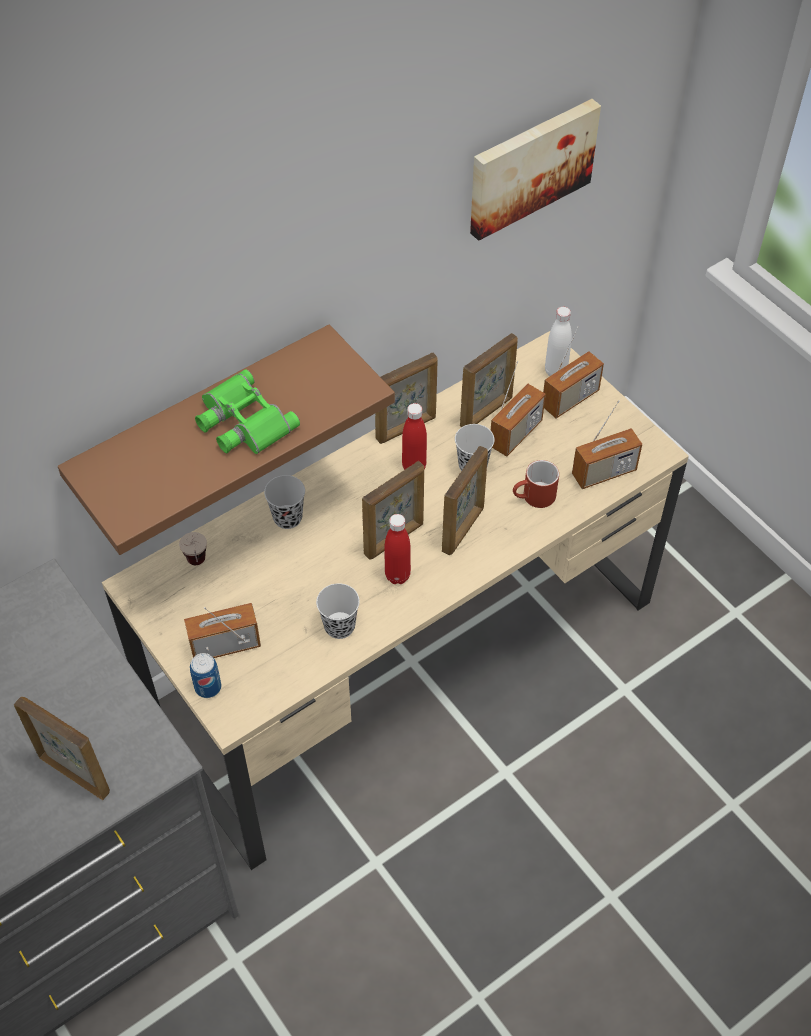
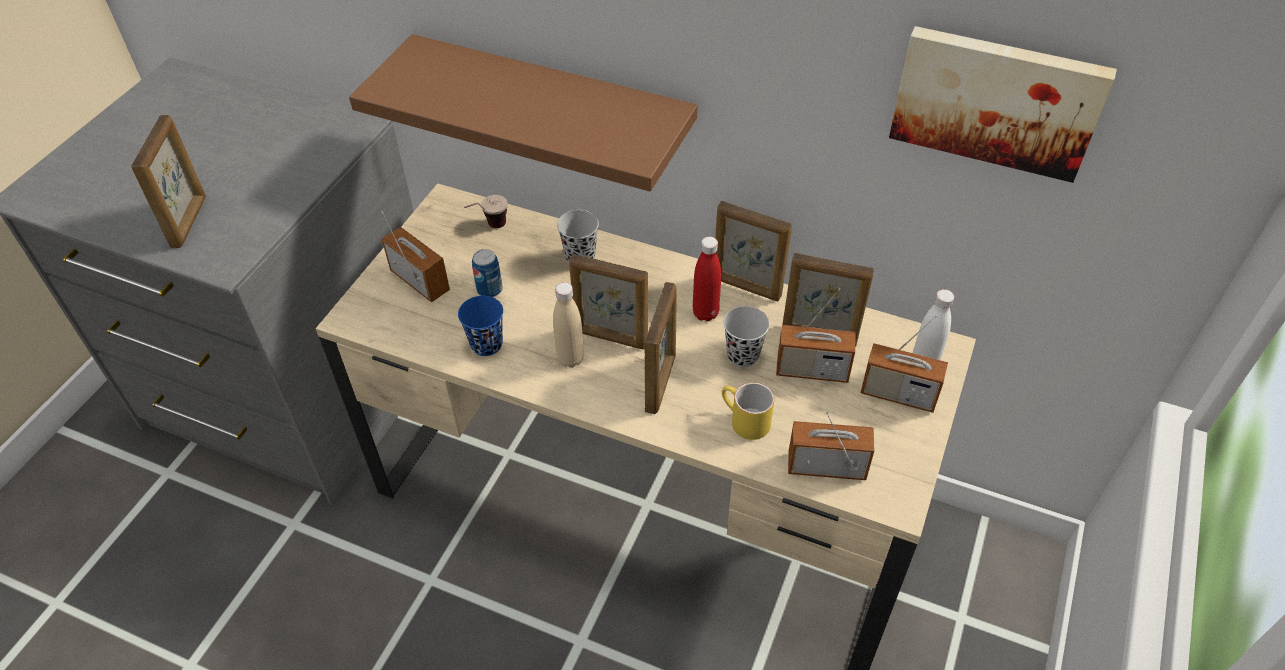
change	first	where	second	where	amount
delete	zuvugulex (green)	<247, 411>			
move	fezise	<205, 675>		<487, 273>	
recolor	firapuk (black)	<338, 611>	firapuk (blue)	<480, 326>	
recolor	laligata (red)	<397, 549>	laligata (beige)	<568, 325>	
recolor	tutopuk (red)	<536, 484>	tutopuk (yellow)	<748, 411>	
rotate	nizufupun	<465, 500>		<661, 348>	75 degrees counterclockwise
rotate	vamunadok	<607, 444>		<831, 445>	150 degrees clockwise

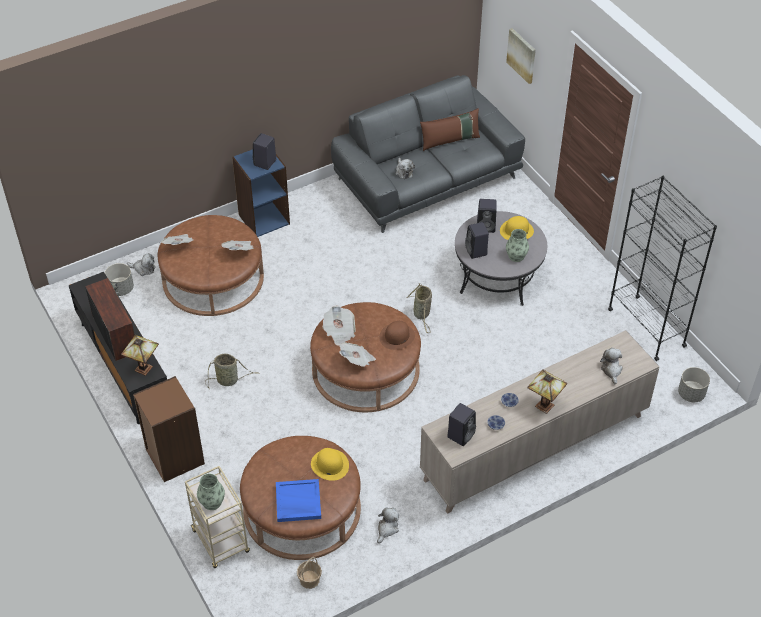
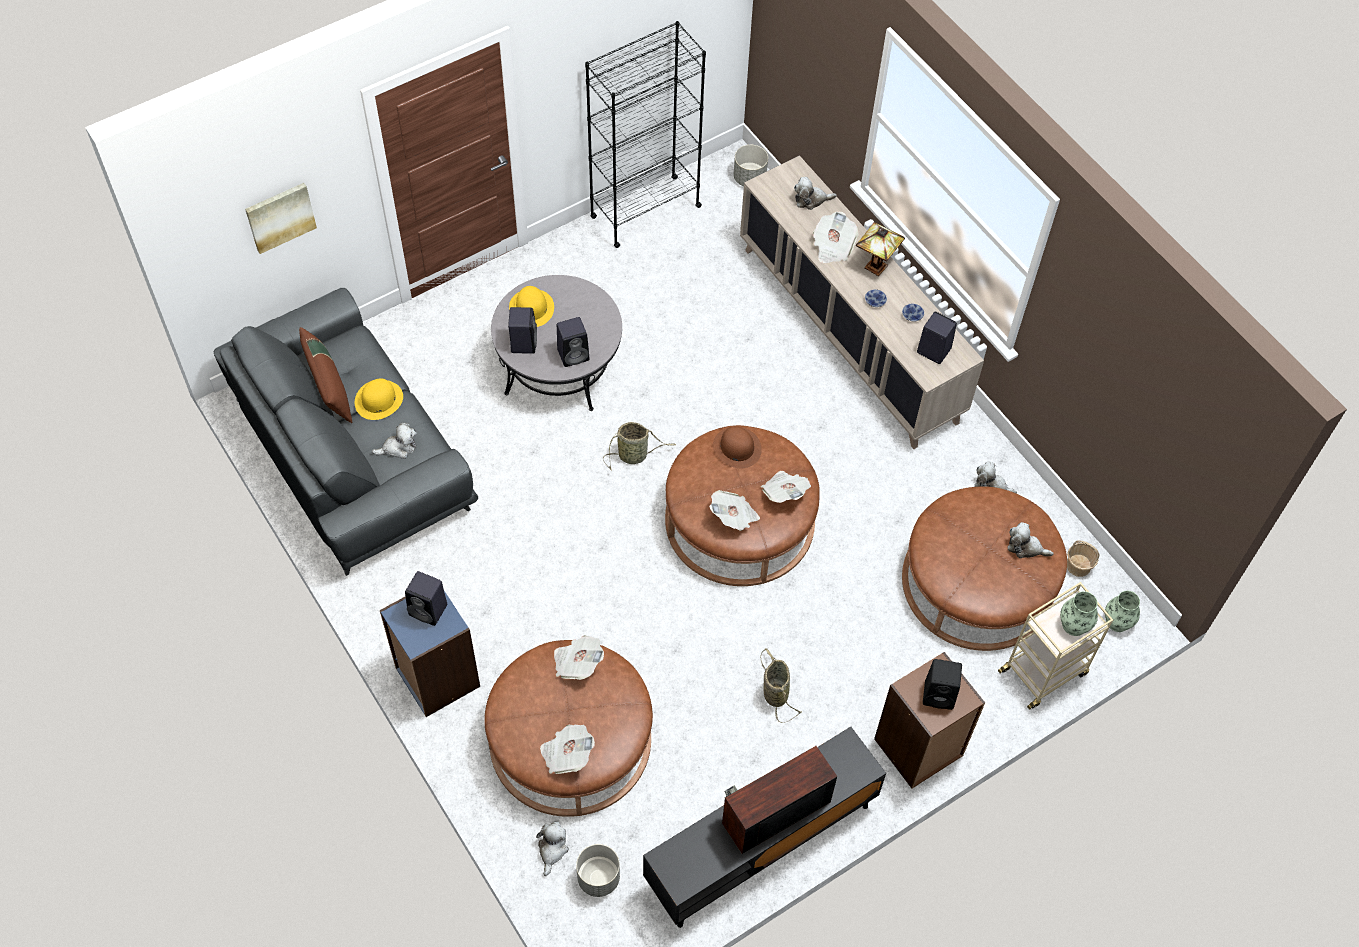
change	first	where	second	where	amount
delete	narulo	<140, 355>			
insert			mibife	<836, 237>	
insert			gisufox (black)	<942, 684>	
move	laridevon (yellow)	<330, 464>		<379, 399>	
move	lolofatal	<517, 245>		<1122, 611>	
replace	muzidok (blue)	<298, 500>	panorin	<1031, 540>	

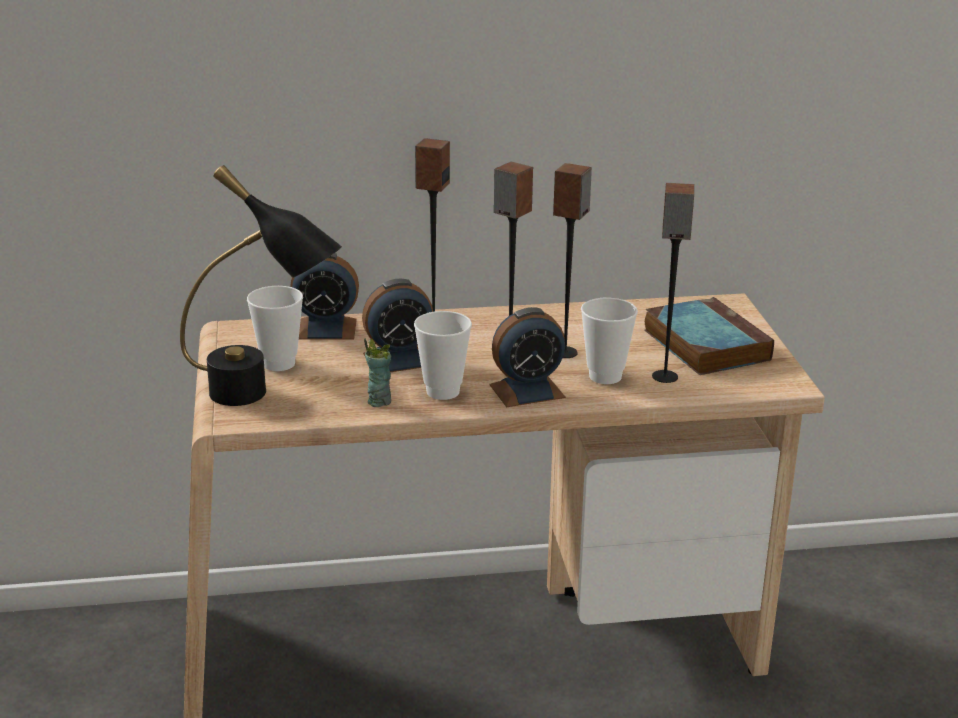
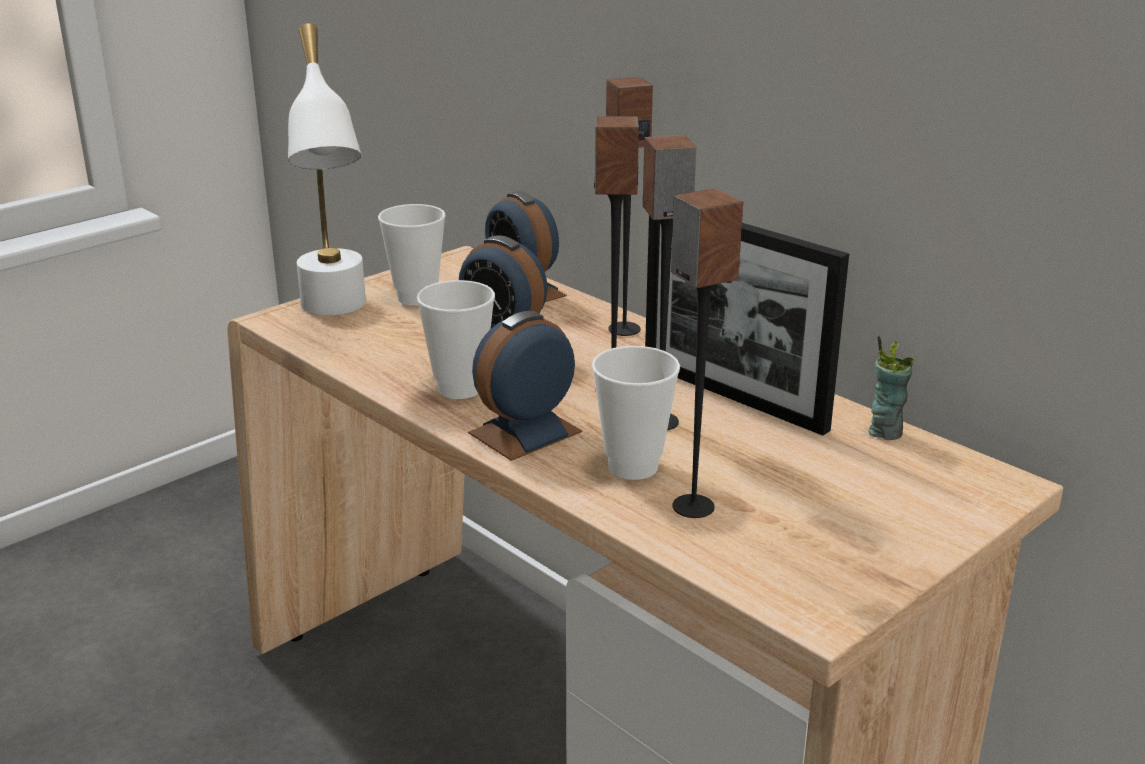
change	first	where	second	where	amount
delete	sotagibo	<709, 336>			
insert			nizufupun	<747, 326>	
move	firapuk	<377, 372>		<891, 387>	
recolor	narulo (black)	<261, 285>	narulo (white)	<327, 169>	
rotate	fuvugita	<527, 357>		<525, 386>	105 degrees clockwise

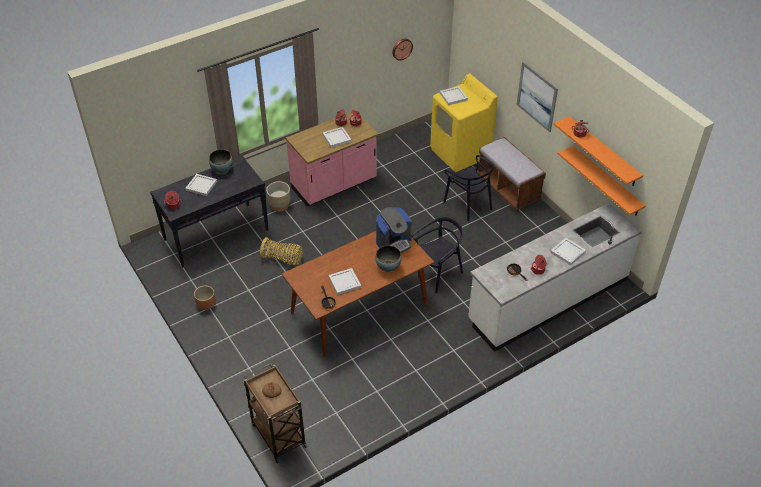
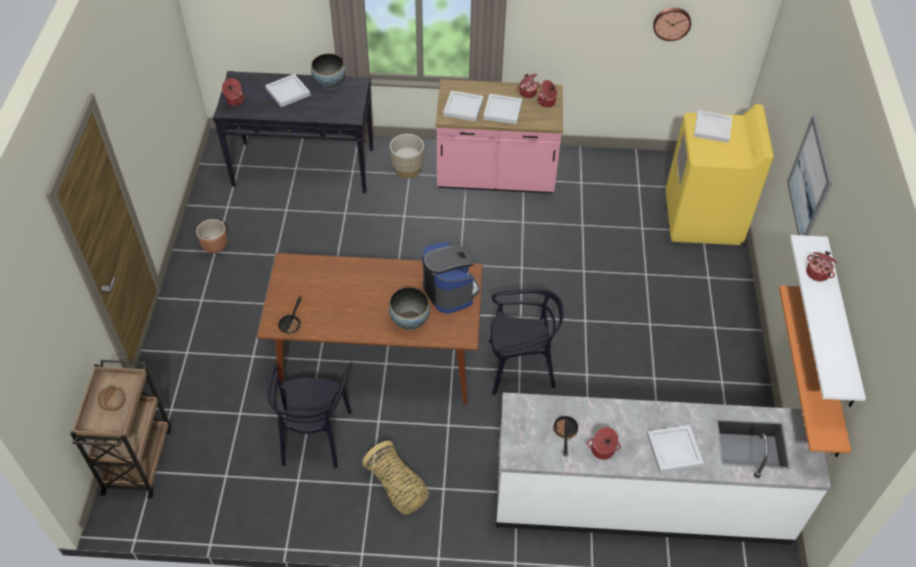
change	first	where	second	where	amount
delete	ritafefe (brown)	<512, 173>			
move	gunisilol	<281, 251>		<395, 478>	
move	muzidok (white)	<345, 281>		<463, 106>	
move	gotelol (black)	<468, 188>		<309, 417>	
recolor	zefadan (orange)	<598, 151>	zefadan (white)	<828, 321>	
rotate	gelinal	<394, 230>		<451, 277>	120 degrees counterclockwise

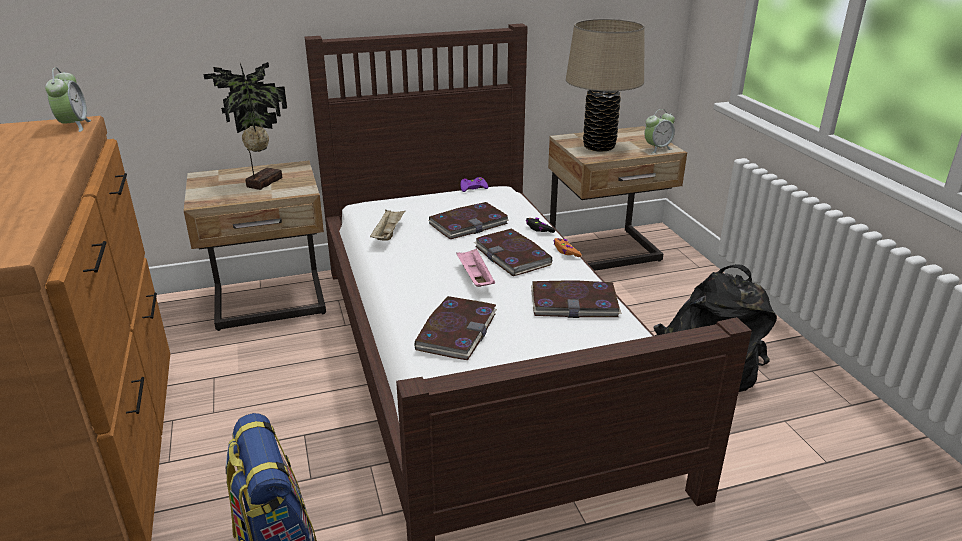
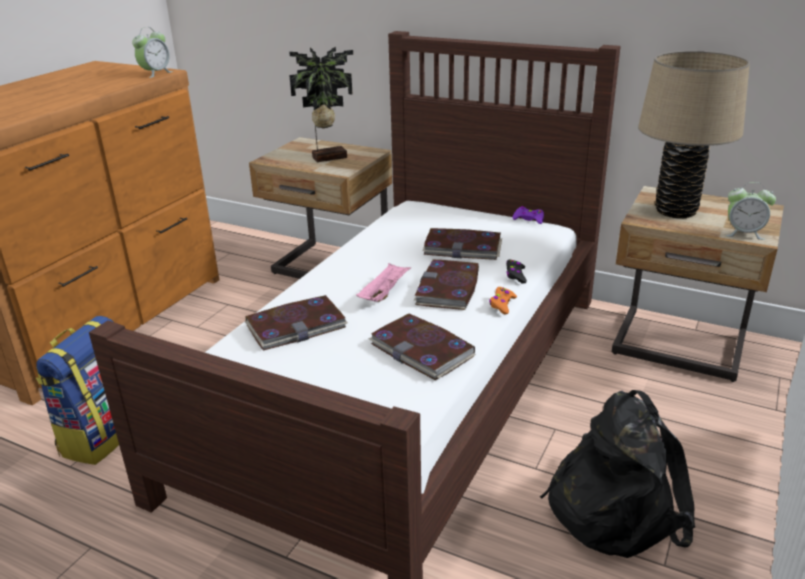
change	first	where	second	where	amount
delete	muzidok (beige)	<388, 225>			

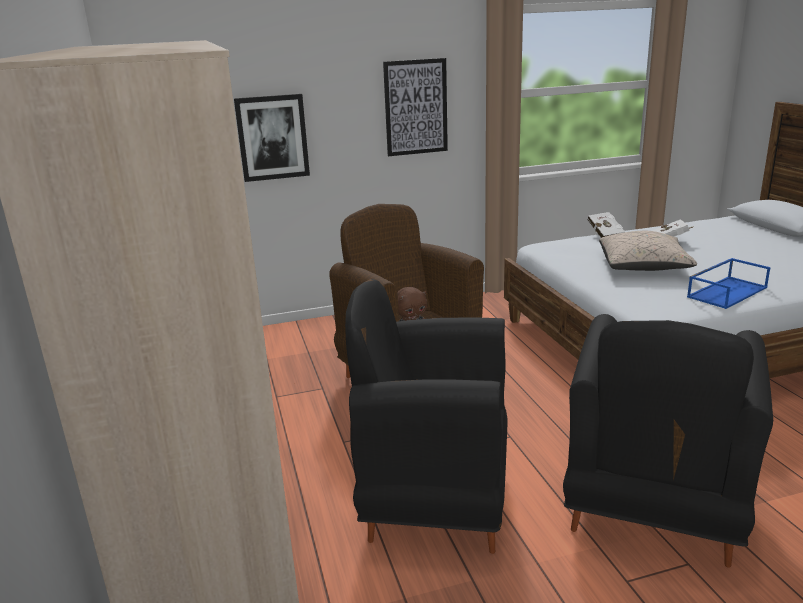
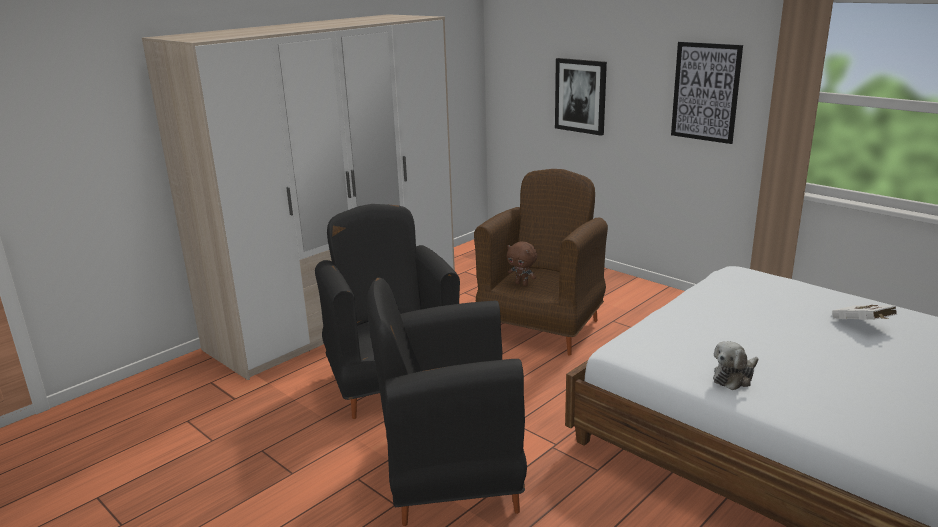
change	first	where	second	where	amount
delete	sotagibo (white)	<606, 225>			
delete	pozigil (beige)	<648, 251>			
replace	muzidok (blue)	<729, 283>	panorin	<735, 365>	

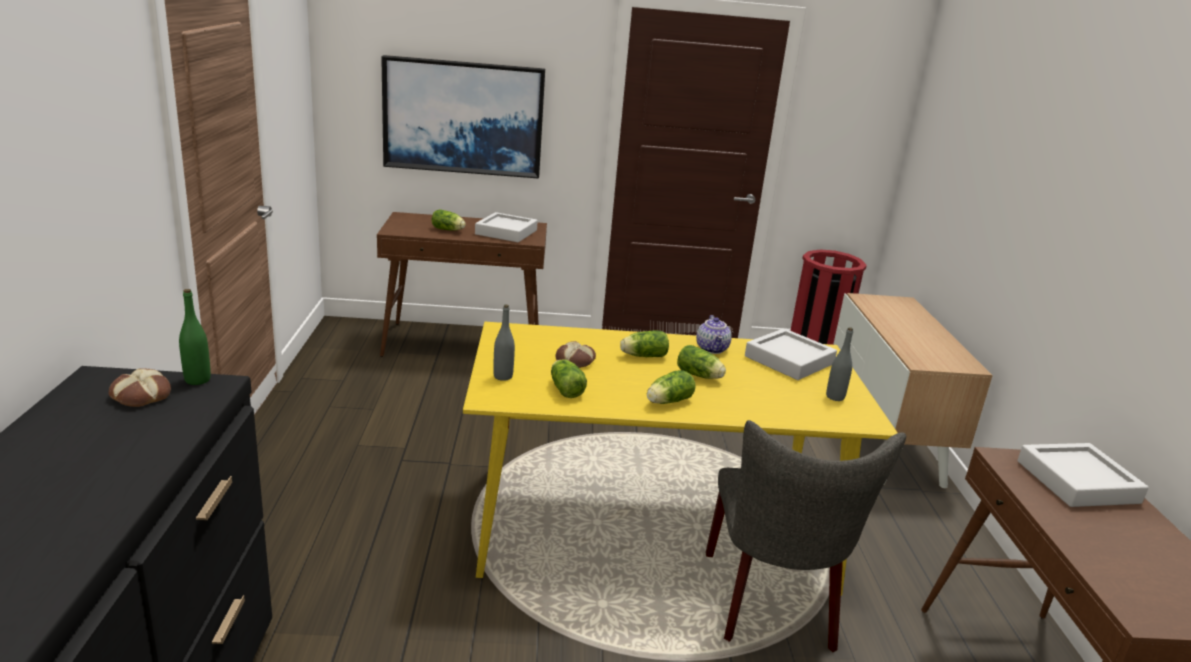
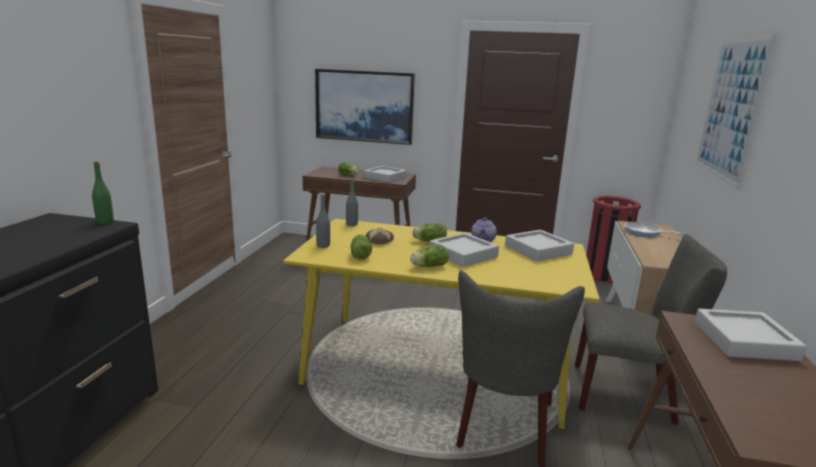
change	first	where	second	where	amount
delete	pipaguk	<139, 388>			
insert			gotelol (grey)	<651, 329>	
insert			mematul	<653, 229>	
insert			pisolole	<737, 112>	
move	laligata (grey)	<839, 364>		<352, 202>	
replace	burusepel	<701, 362>	muzidok (grey)	<464, 249>	

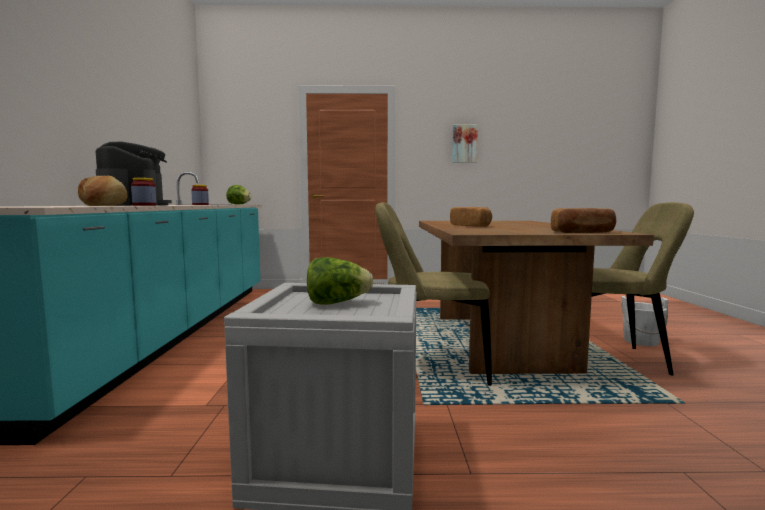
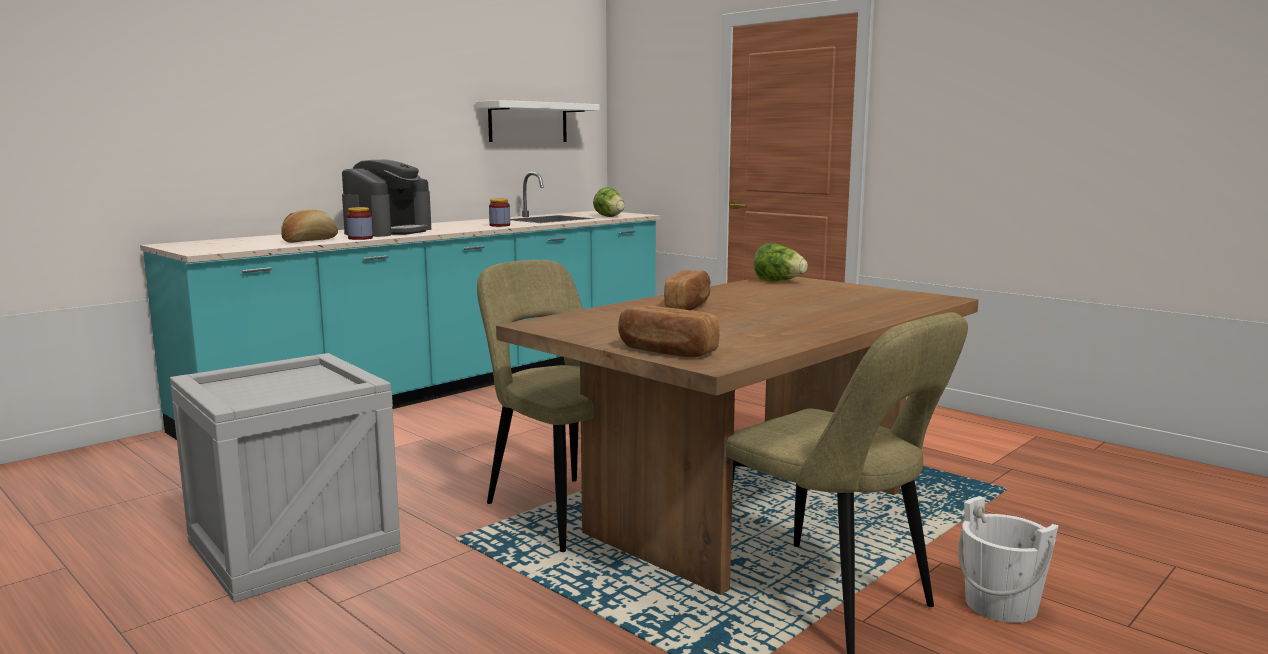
change	first	where	second	where	amount
delete	pisolole	<465, 143>			
insert			zefadan (white)	<538, 121>	
move	burusepel	<340, 281>		<780, 262>	

